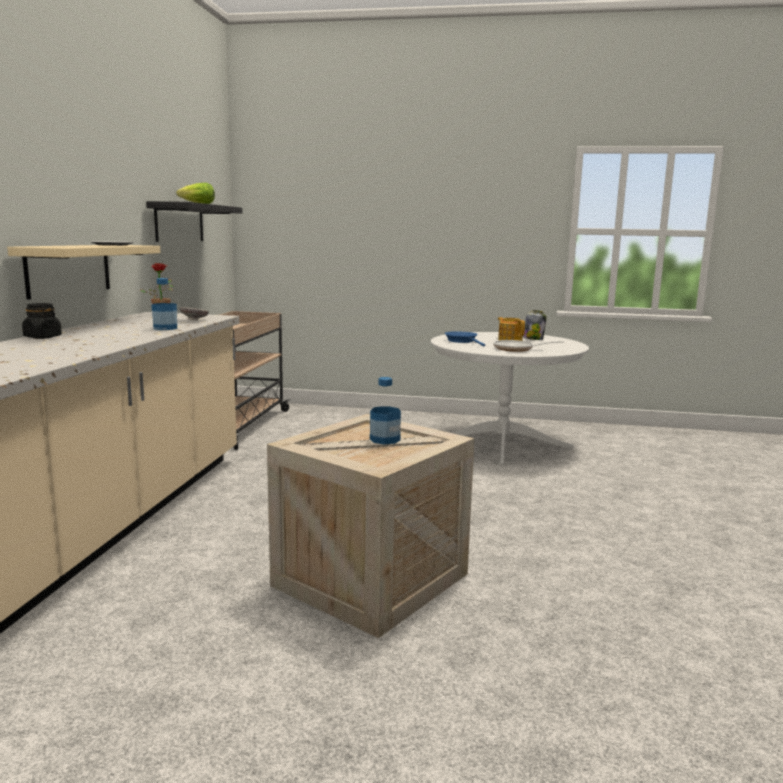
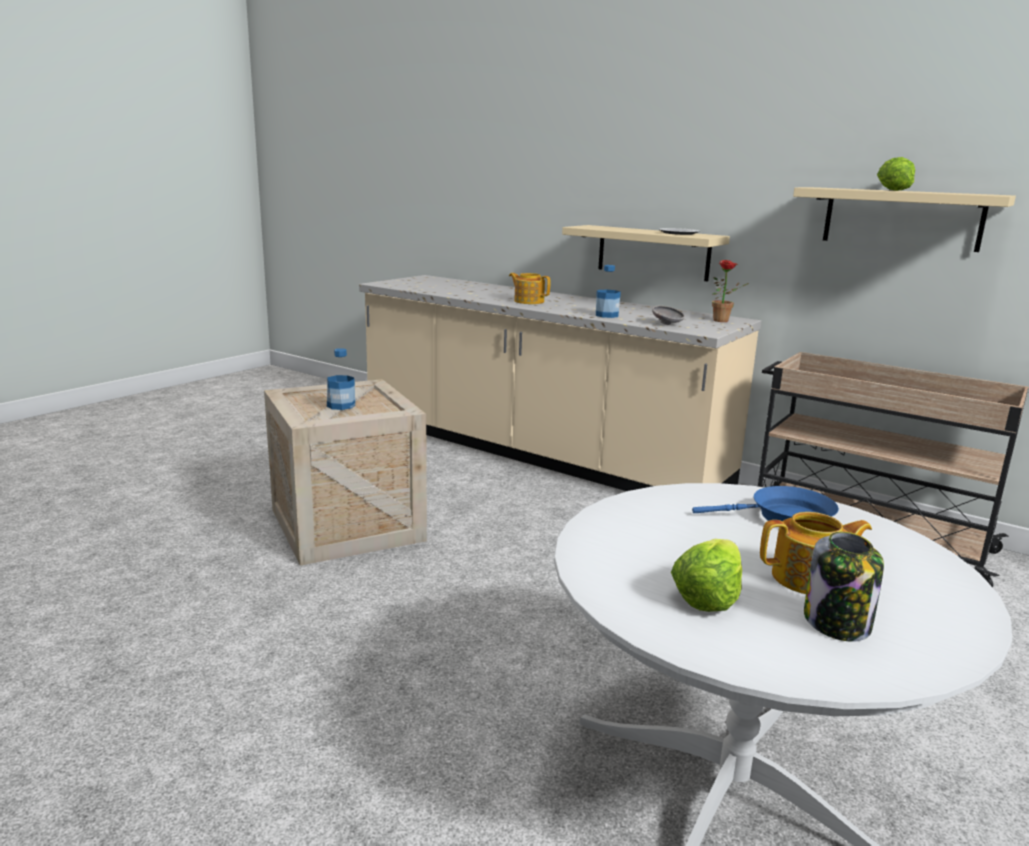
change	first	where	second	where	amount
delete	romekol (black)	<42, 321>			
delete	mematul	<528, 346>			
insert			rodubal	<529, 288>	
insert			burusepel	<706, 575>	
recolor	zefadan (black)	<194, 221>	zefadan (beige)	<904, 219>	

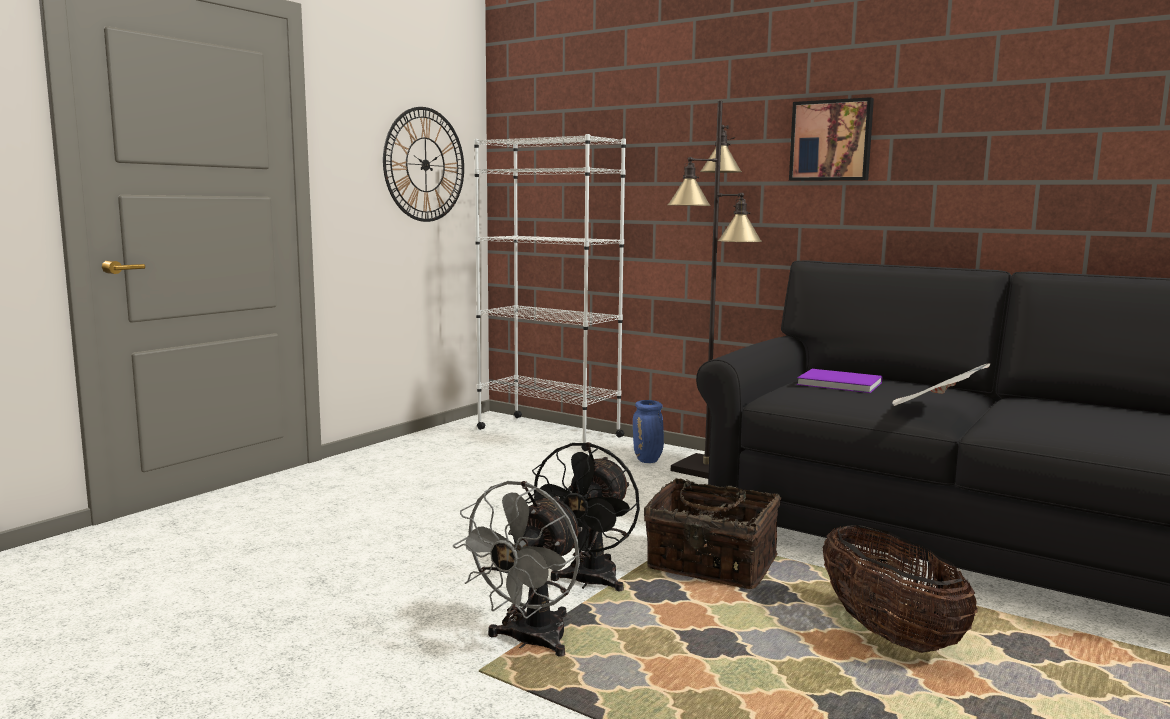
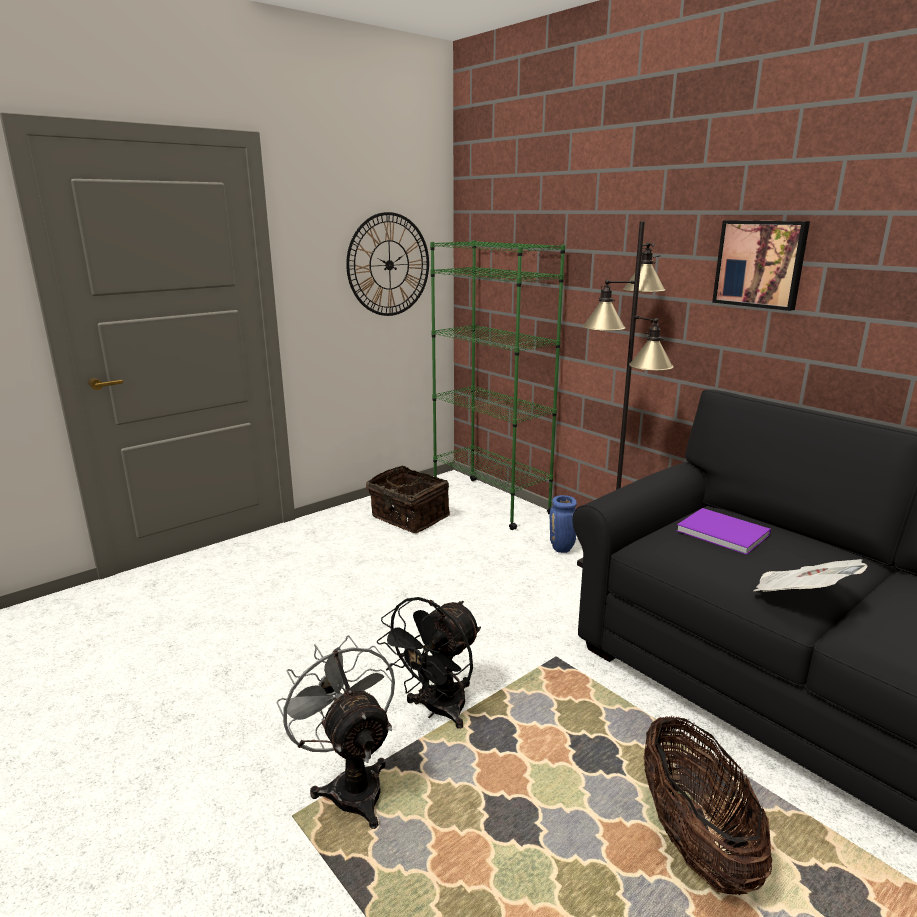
change	first	where	second	where	amount
move	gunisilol	<712, 533>		<408, 499>	
recolor	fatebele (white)	<550, 292>	fatebele (green)	<498, 385>	
rotate	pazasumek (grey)	<518, 569>		<335, 732>	105 degrees clockwise

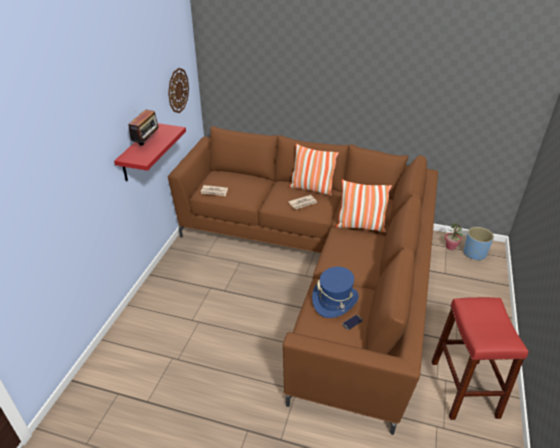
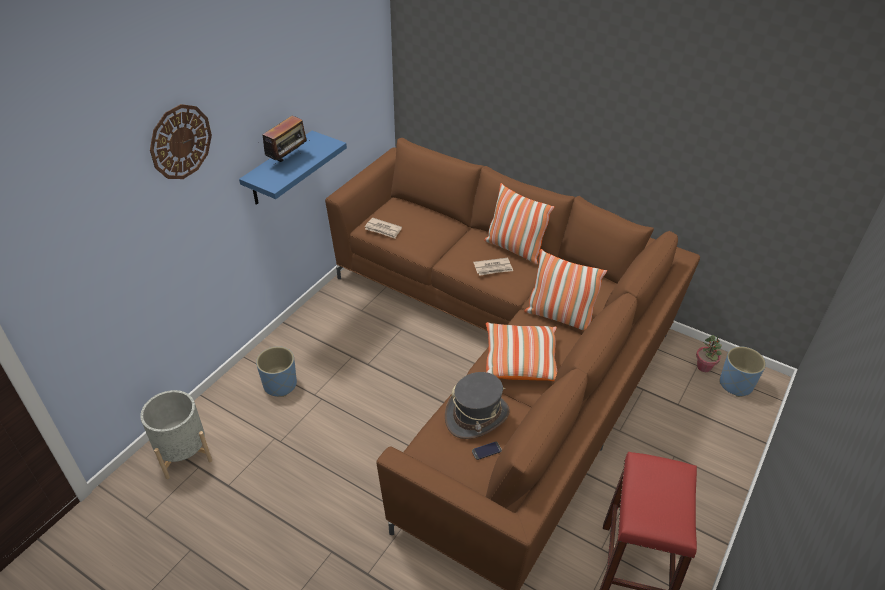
change	first	where	second	where	amount
insert			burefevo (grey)	<176, 434>	
insert			burefevo (blue)	<276, 371>	
insert			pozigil	<521, 351>	
move	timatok	<178, 90>		<181, 141>	
recolor	zefadan (red)	<150, 152>	zefadan (blue)	<293, 168>	
recolor	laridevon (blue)	<335, 292>	laridevon (grey)	<477, 405>	

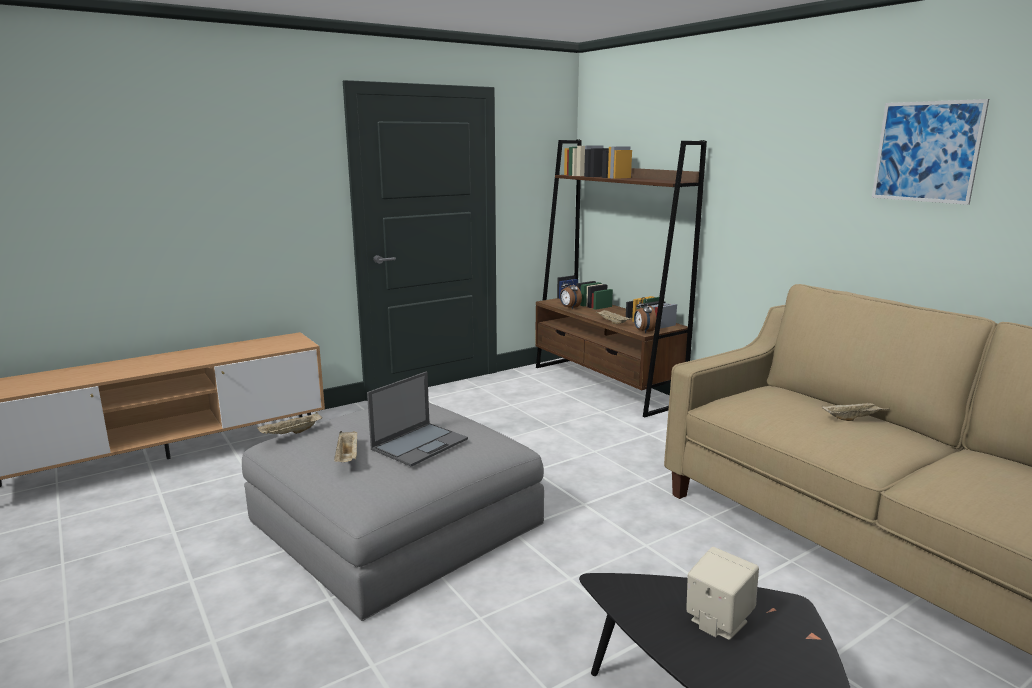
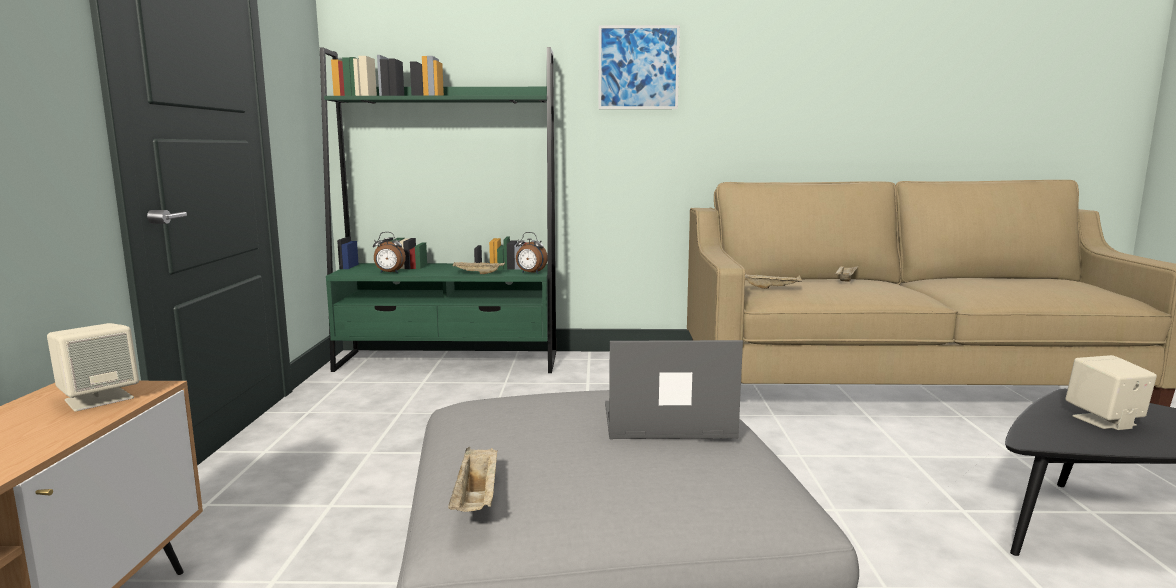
change	first	where	second	where	amount
insert			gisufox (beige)	<93, 367>	
move	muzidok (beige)	<345, 446>		<773, 281>	
move	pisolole	<930, 152>		<639, 67>	
recolor	fatebele (brown)	<621, 278>	fatebele (green)	<438, 210>	
rotate	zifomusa	<417, 419>		<674, 389>	75 degrees counterclockwise

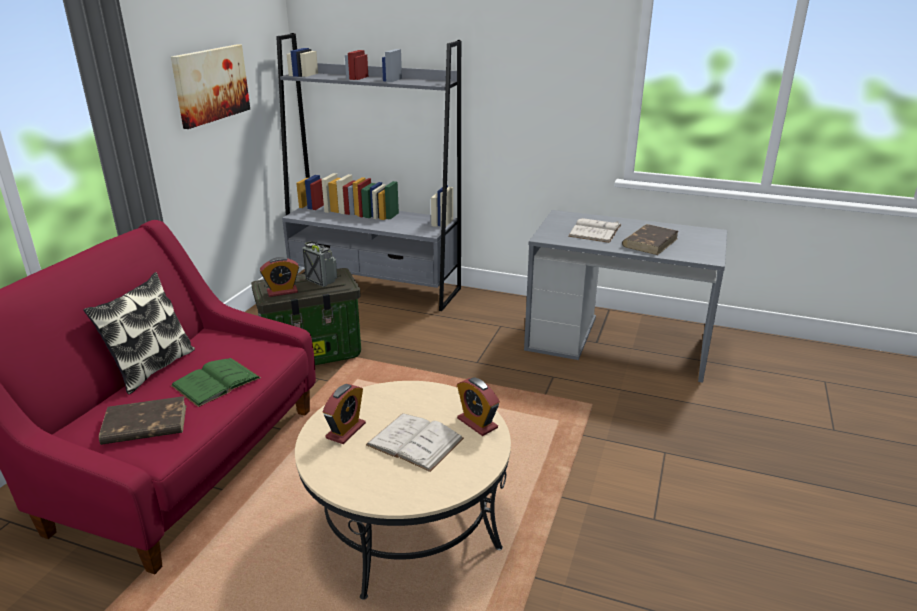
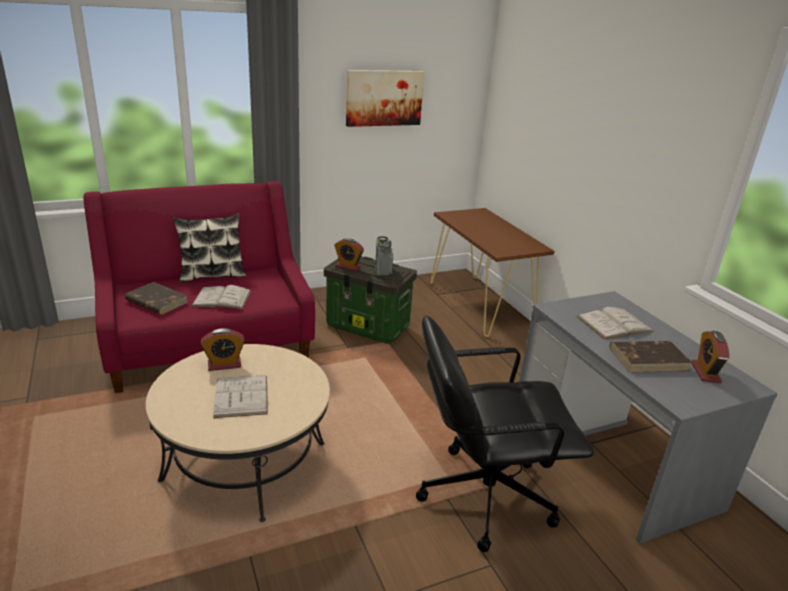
change	first	where	second	where	amount
insert			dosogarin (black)	<505, 434>	
move	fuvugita	<478, 406>		<710, 357>	
replace	fatebele (grey)	<368, 172>	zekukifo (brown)	<492, 272>	
recolor	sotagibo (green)	<216, 382>	sotagibo (white)	<221, 297>	

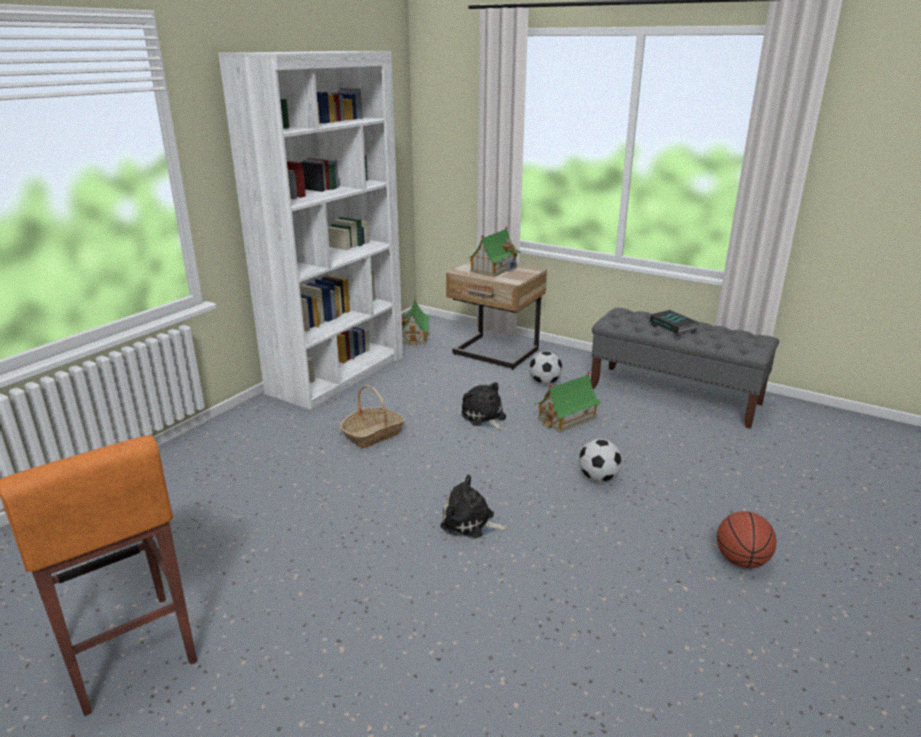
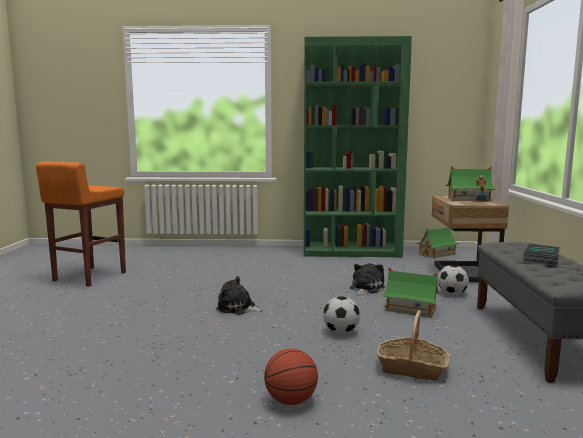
change	first	where	second	where	amount
move	gunisilol	<373, 417>		<413, 345>	
recolor	fatebele (white)	<310, 230>	fatebele (green)	<358, 147>	
rotate	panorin	<474, 507>		<240, 295>	60 degrees counterclockwise

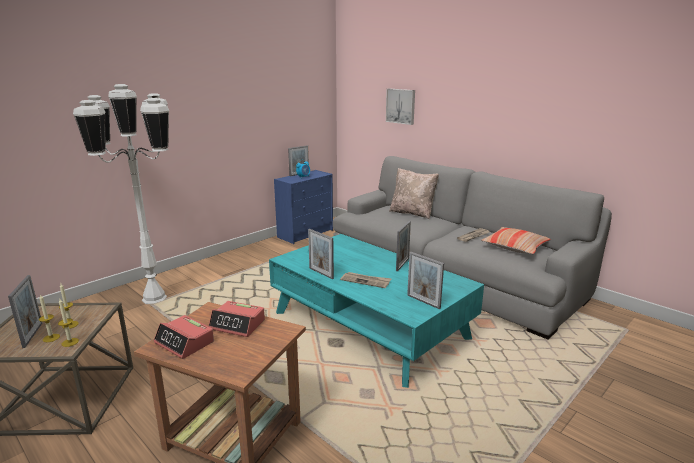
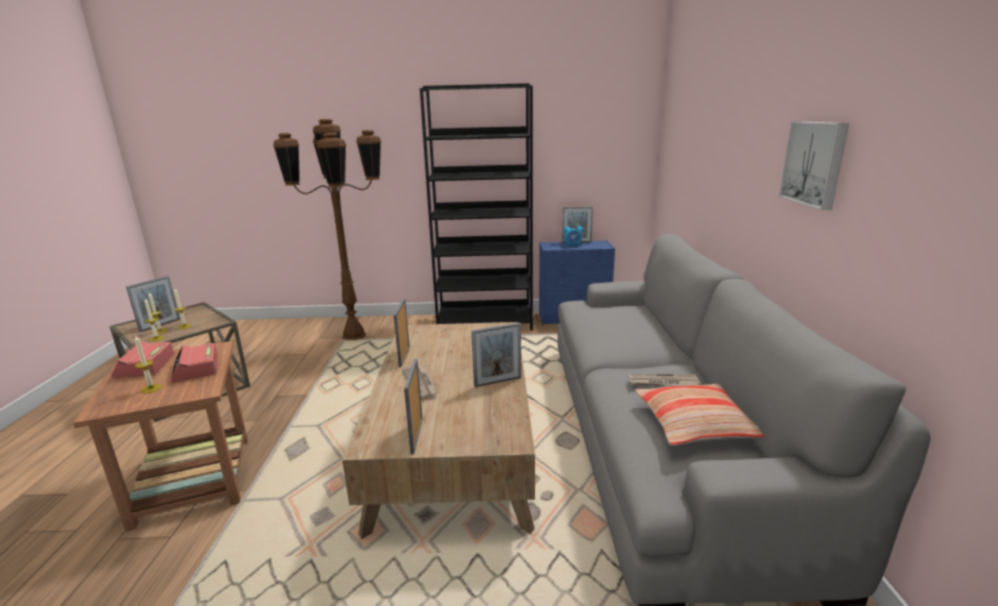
change	first	where	second	where	amount
delete	pozigil (beige)	<414, 193>			
insert			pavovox	<148, 365>	
insert			fatebele (black)	<476, 206>	
move	pisolole	<400, 107>		<814, 165>	
recolor	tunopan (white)	<121, 194>	tunopan (brown)	<327, 229>	
recolor	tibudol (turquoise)	<376, 311>	tibudol (brown)	<438, 430>	

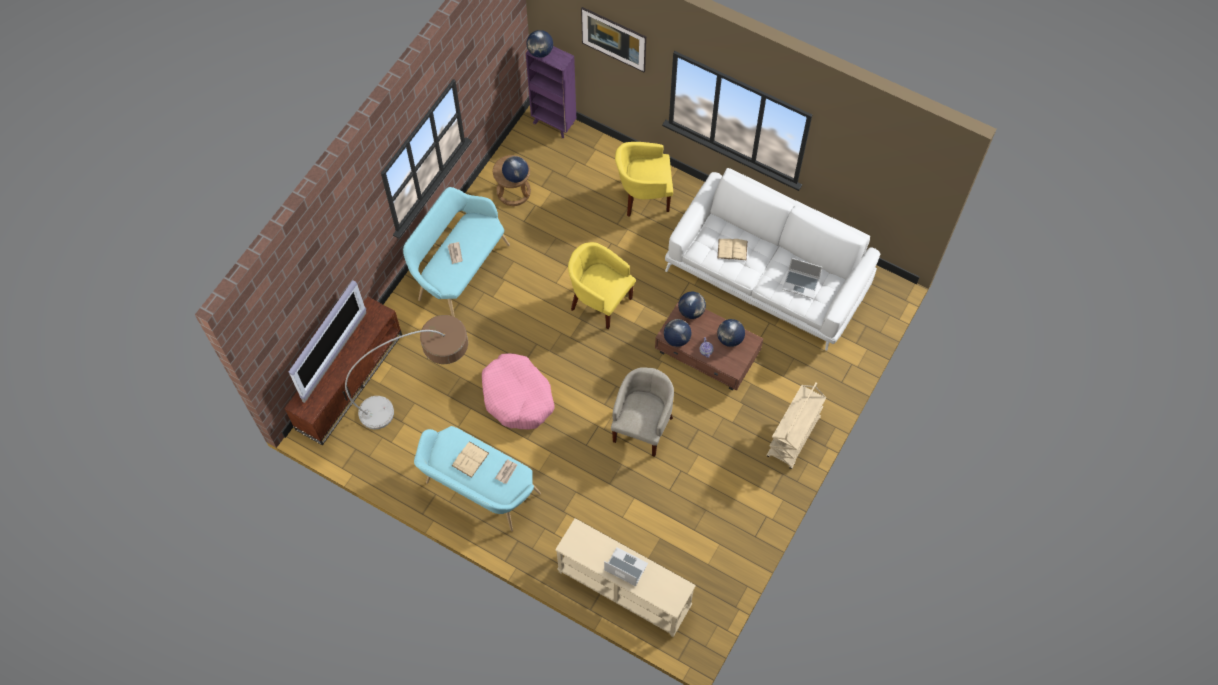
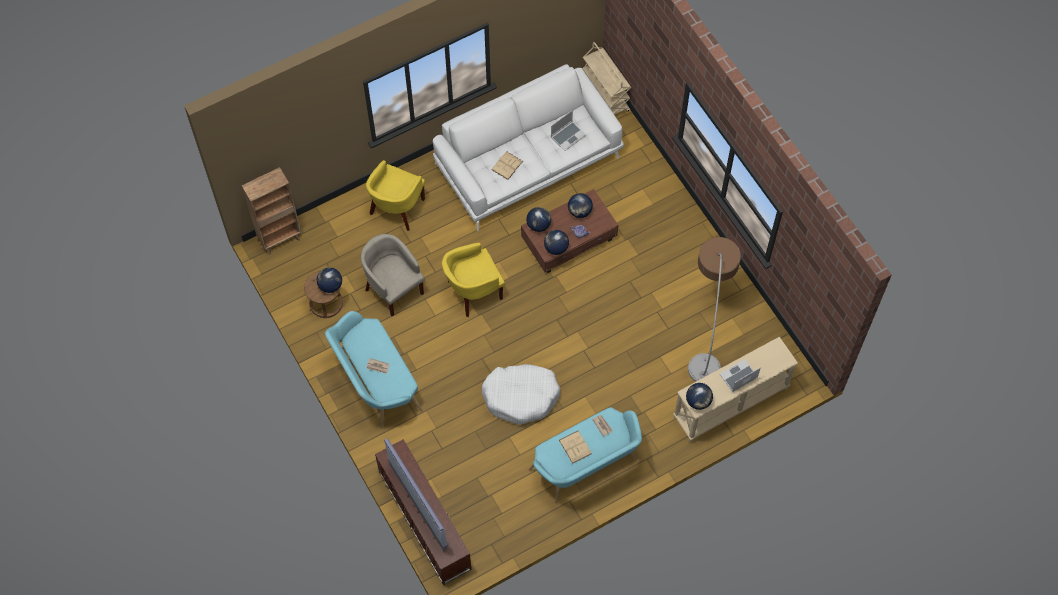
change	first	where	second	where	amount
delete	pisolole	<613, 39>			
move	tunopan	<406, 372>		<714, 309>	
move	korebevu	<539, 44>		<699, 396>	
move	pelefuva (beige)	<642, 412>		<393, 275>	
move	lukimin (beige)	<797, 425>		<606, 78>	
recolor	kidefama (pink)	<518, 391>	kidefama (white)	<521, 394>	
recolor	fatebele (purple)	<551, 92>	fatebele (brown)	<271, 211>	

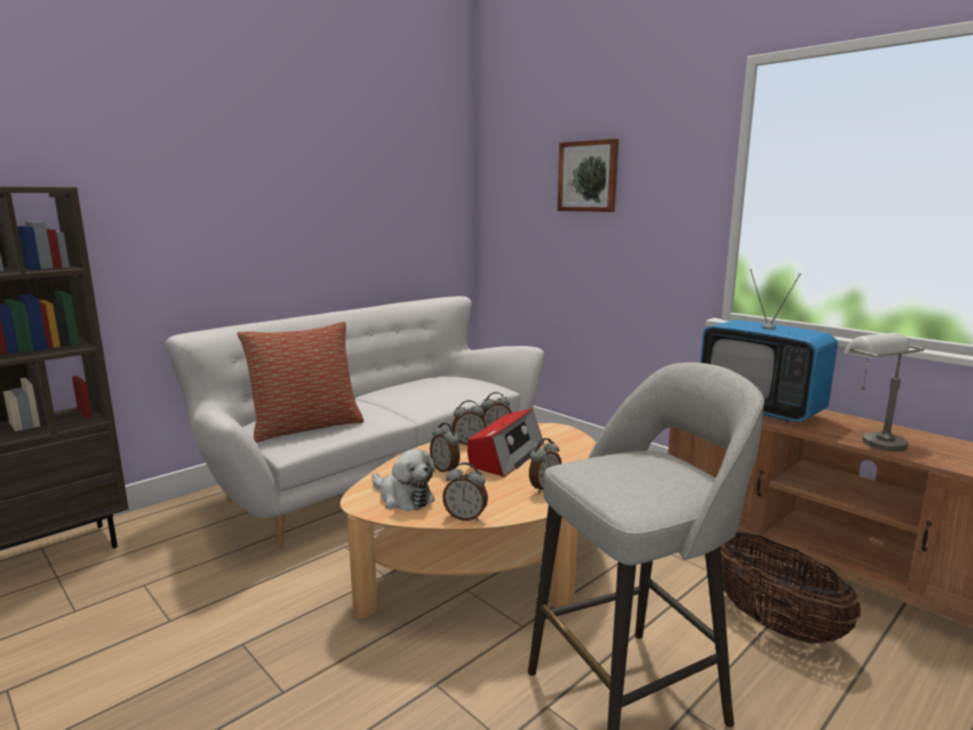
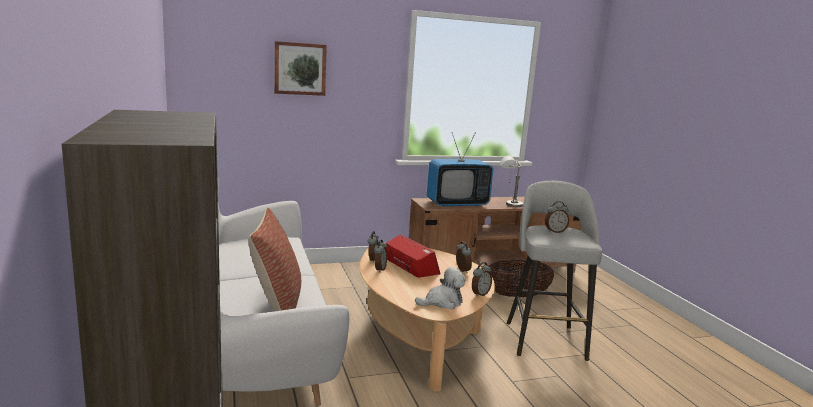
change	first	where	second	where	amount
move	fuvugita	<445, 447>		<557, 217>	

